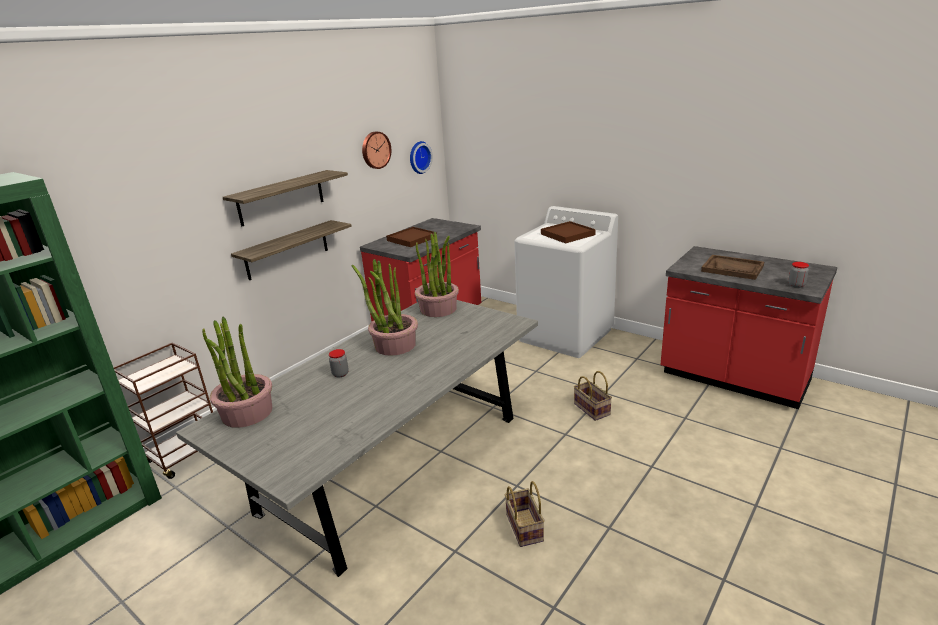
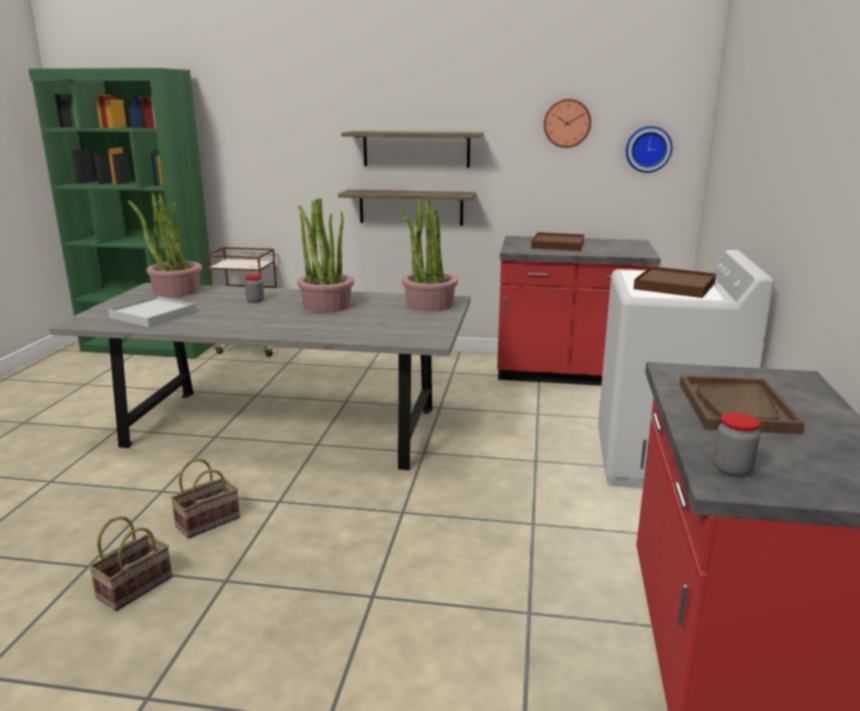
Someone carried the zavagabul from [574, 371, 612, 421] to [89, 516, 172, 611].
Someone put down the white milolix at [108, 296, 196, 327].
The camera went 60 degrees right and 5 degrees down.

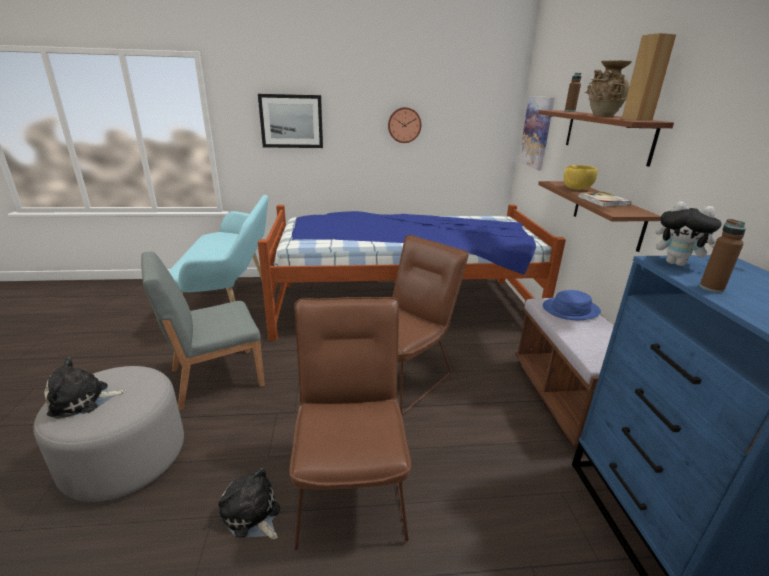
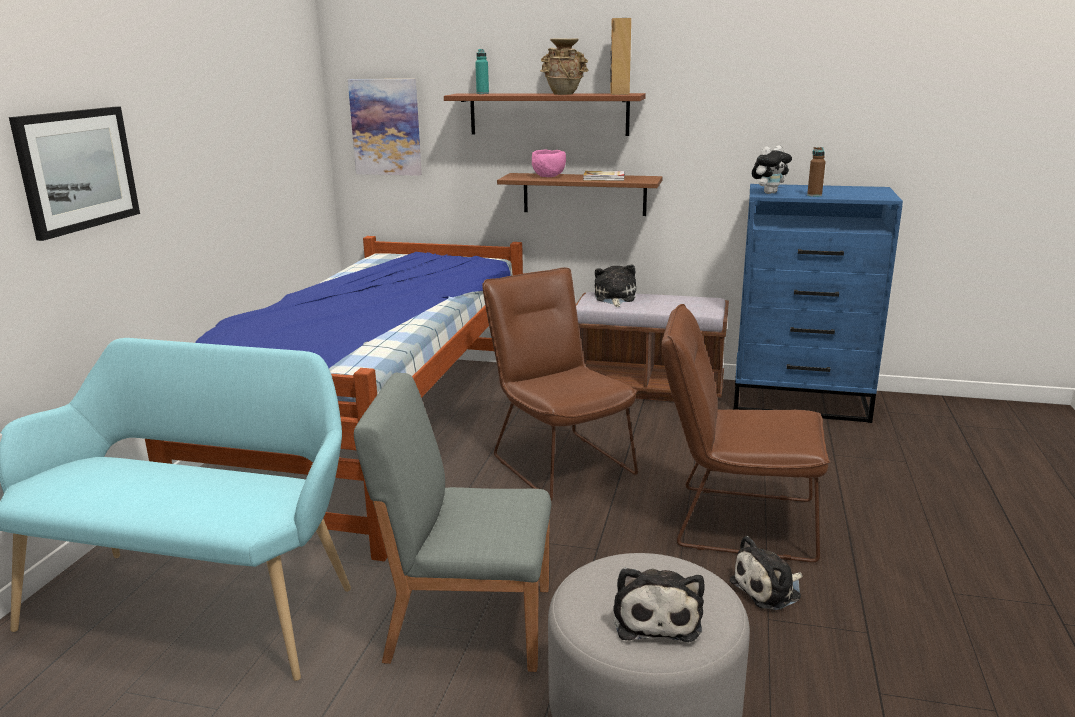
Someone repainted the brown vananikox at [565, 73, 581, 112], which became the turquoise vananikox at [475, 49, 489, 94].
Someone took away the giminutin at [388, 107, 421, 143].
Someone repainted the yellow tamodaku at [563, 165, 598, 190], which became the pink tamodaku at [532, 149, 566, 177].
Someone rotated the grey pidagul at [141, 251, 265, 410] by 105 degrees clockwise.
Someone swapped the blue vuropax at [543, 290, 601, 320] for the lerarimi at [594, 265, 636, 307].
The camera went 70 degrees left and 5 degrees down.

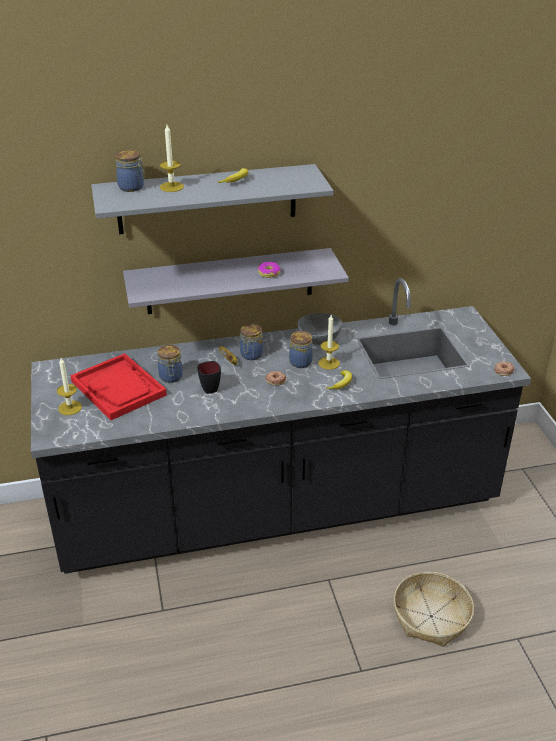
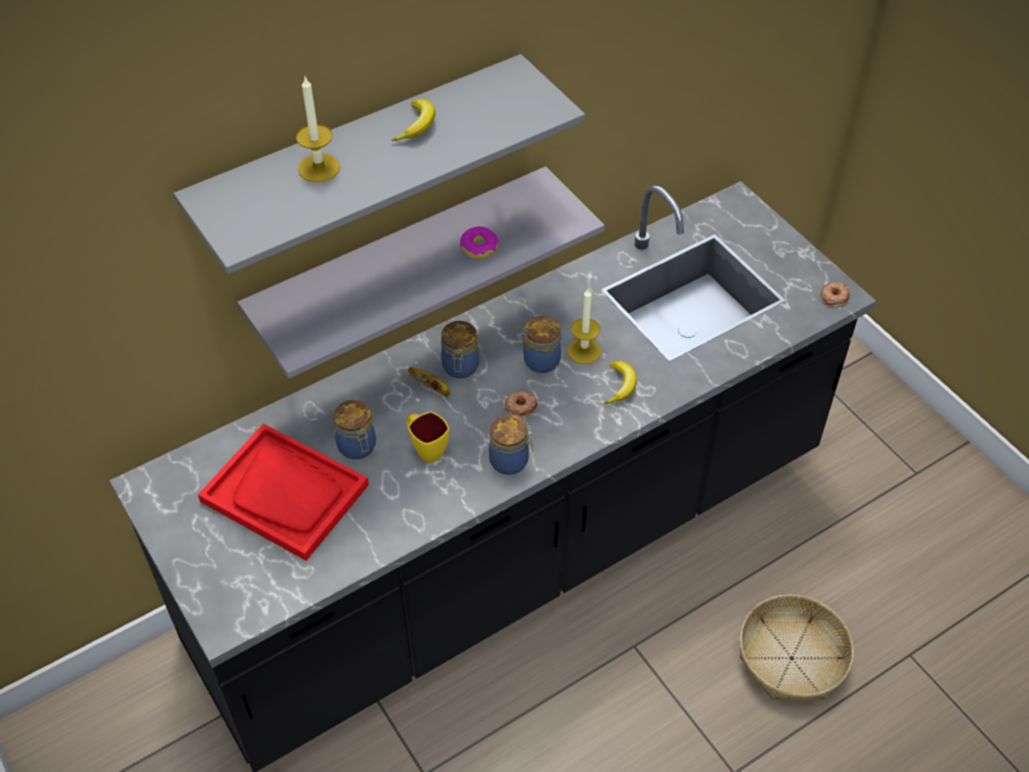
Someone carried the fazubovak from [115, 150, 145, 192] to [489, 415, 533, 475].
Someone took away the grey tamodaku at [297, 313, 342, 345].
Someone took away the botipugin at [57, 358, 82, 415].
Someone repainted the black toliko at [197, 361, 221, 394], which became the yellow toliko at [406, 411, 449, 463].
The camera went 20 degrees left and 15 degrees up.

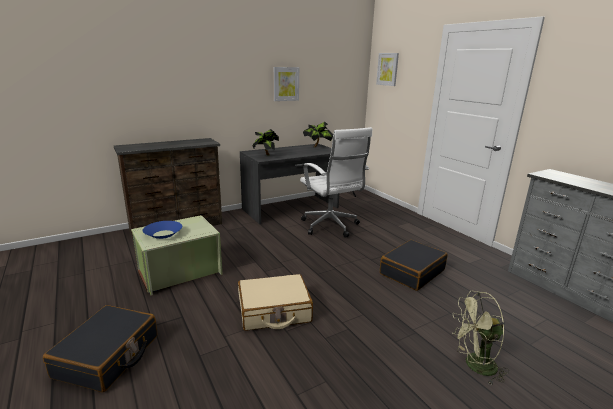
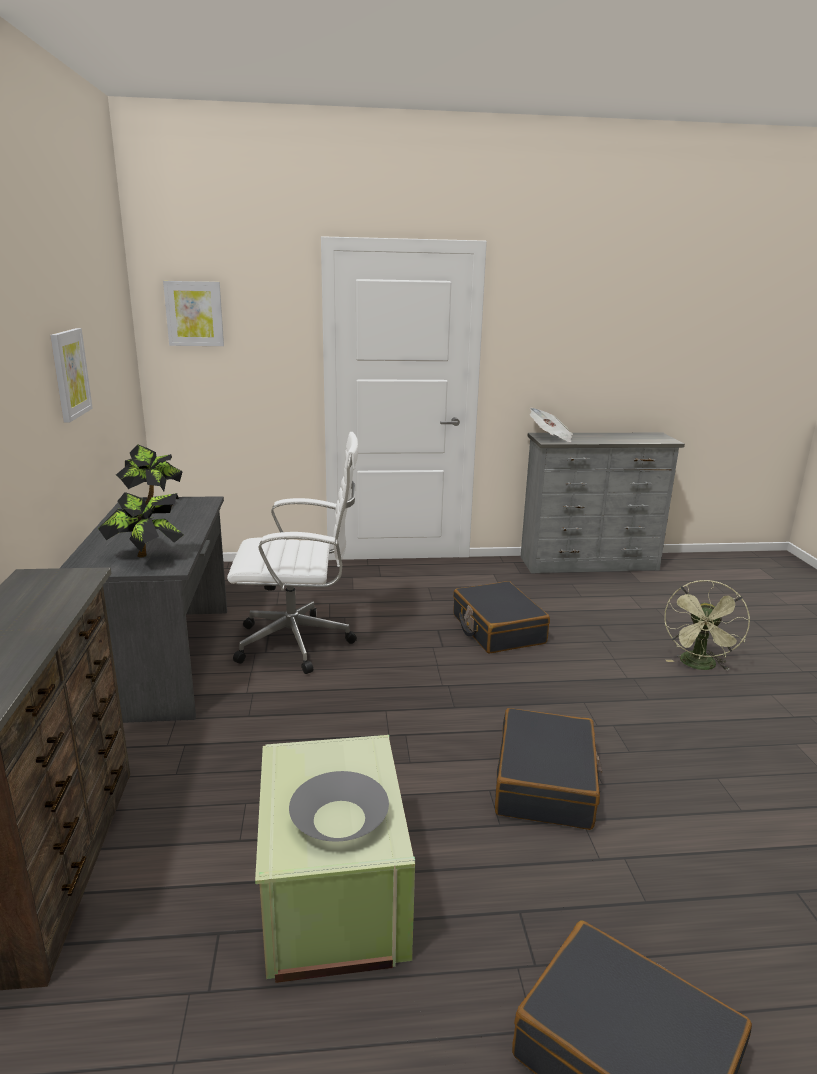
Someone repainted the blue tamodaku at [143, 221, 182, 239], which became the grey tamodaku at [289, 771, 389, 841].
Someone repainted the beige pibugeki at [238, 274, 313, 331], which became the black pibugeki at [495, 708, 602, 830].
Someone put down the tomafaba at [530, 408, 573, 442].
The camera went 65 degrees left and 0 degrees up.

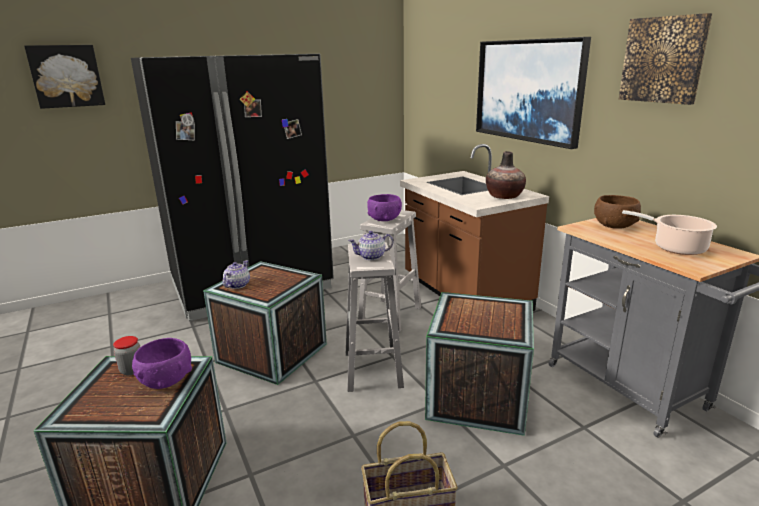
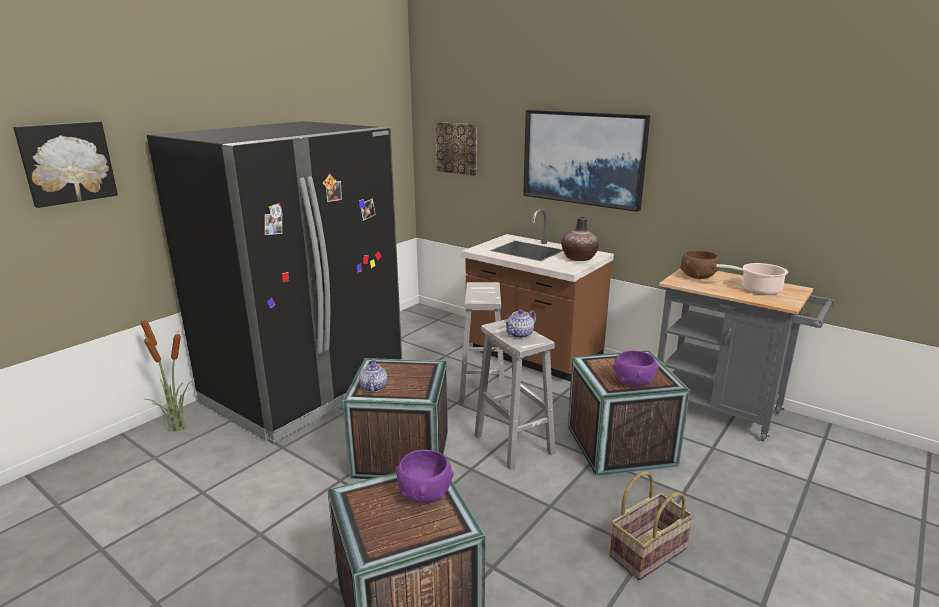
Someone carried the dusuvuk from [619, 13, 712, 105] to [436, 122, 477, 176].
Someone carried the purple tamodaku from [367, 194, 402, 221] to [613, 350, 659, 386].
Someone took away the fazubovak at [113, 336, 140, 375].
Someone put down the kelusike at [140, 314, 194, 431].
The camera went 25 degrees left and 0 degrees up.

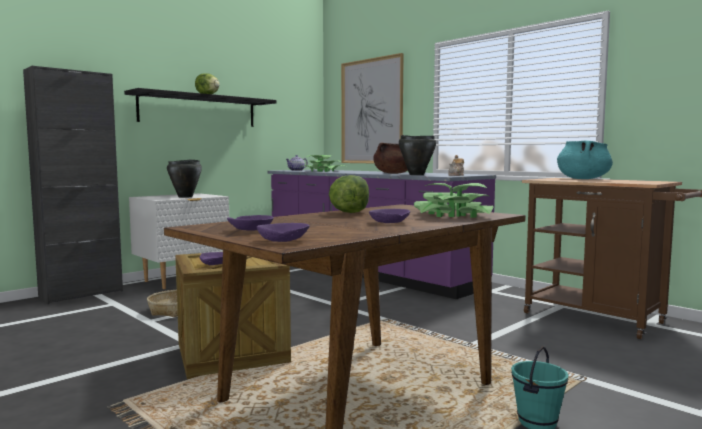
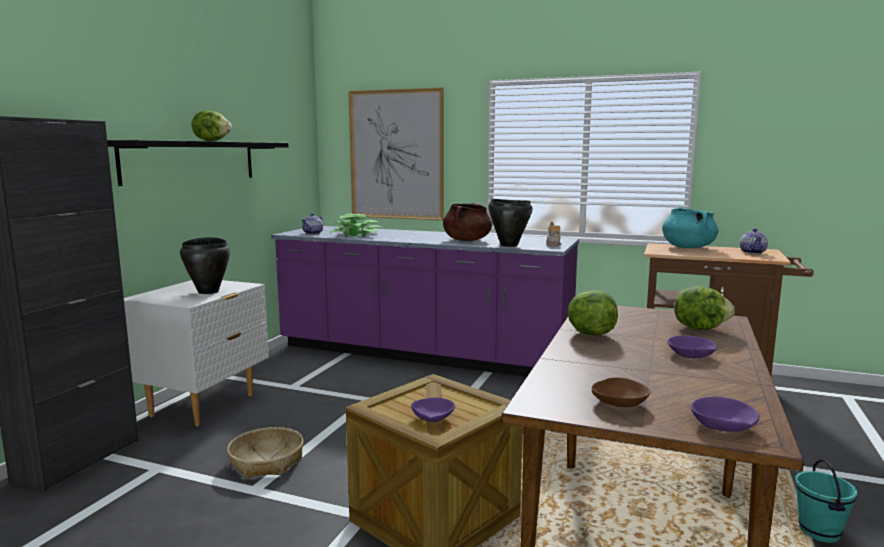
Someone swapped the kelusike at [414, 183, 494, 218] for the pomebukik at [674, 286, 735, 330].
Someone repainted the purple tamodaku at [227, 215, 274, 230], which became the brown tamodaku at [592, 377, 650, 407].
Someone put down the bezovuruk at [740, 228, 768, 254].
The camera went 25 degrees left and 5 degrees up.

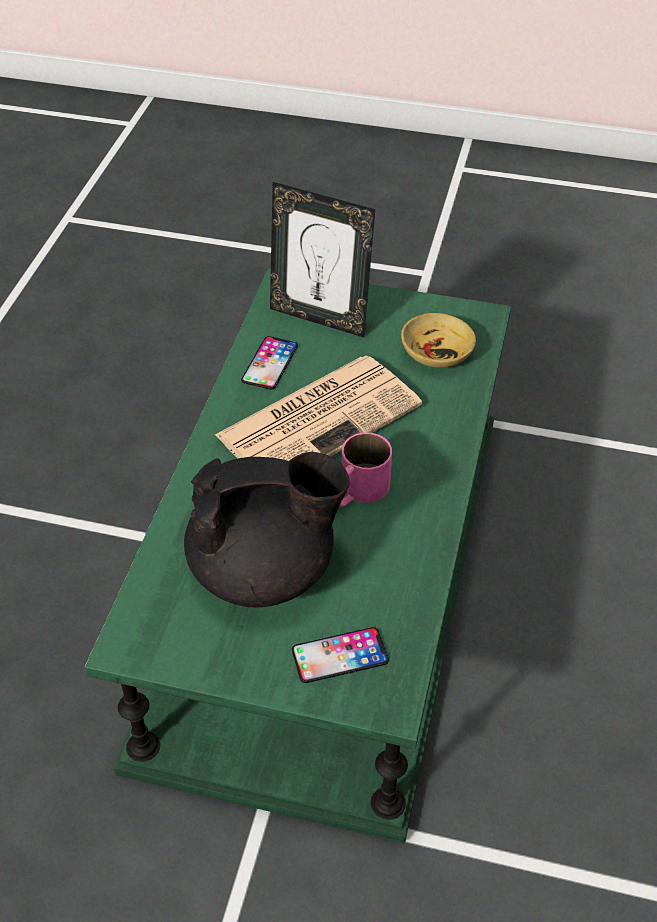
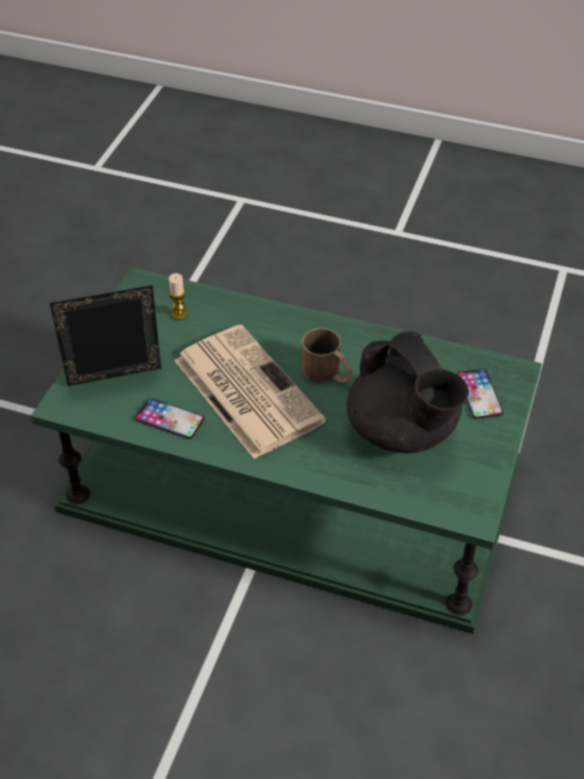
Someone rotated the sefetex at [270, 182, 375, 337] by 135 degrees counterclockwise.
Someone swapped the beige tamodaku at [401, 313, 476, 368] for the botipugin at [168, 273, 188, 320].
Someone repainted the pink toliko at [339, 432, 392, 507], which became the brown toliko at [301, 328, 352, 383].
Someone rotated the black bezovuruk at [184, 452, 350, 607] by 150 degrees clockwise.
The camera went 85 degrees left and 0 degrees up.

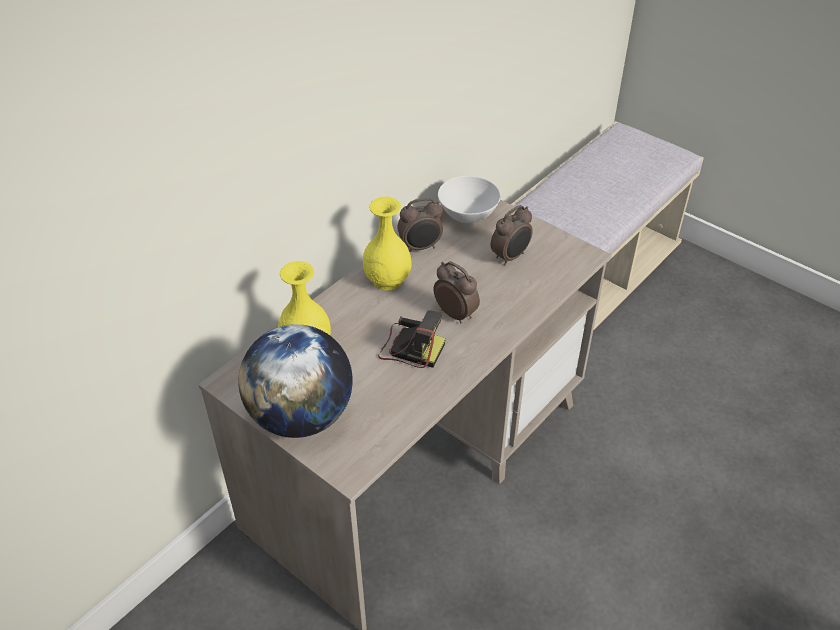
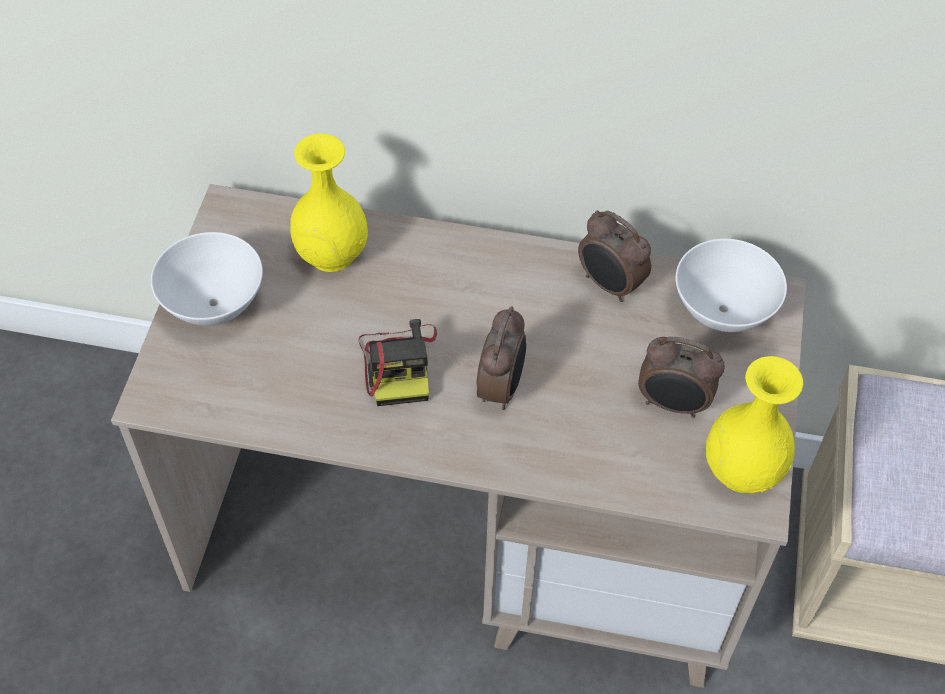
Someone carried the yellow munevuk from [363, 197, 411, 290] to [706, 356, 803, 494].
Someone swapped the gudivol at [238, 324, 353, 438] for the white tamodaku at [151, 232, 263, 326].
The camera went 60 degrees right and 10 degrees up.

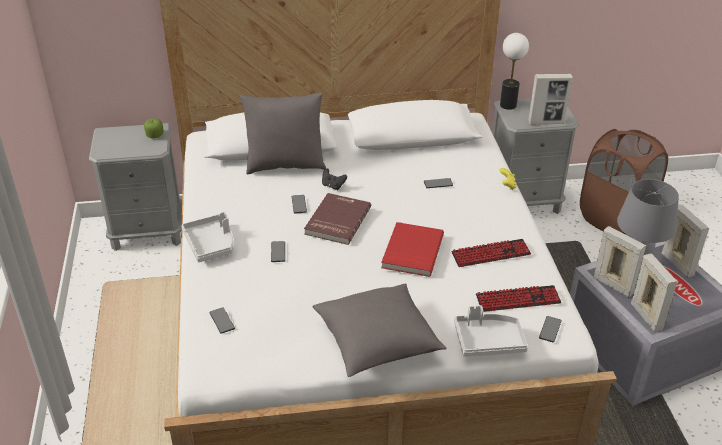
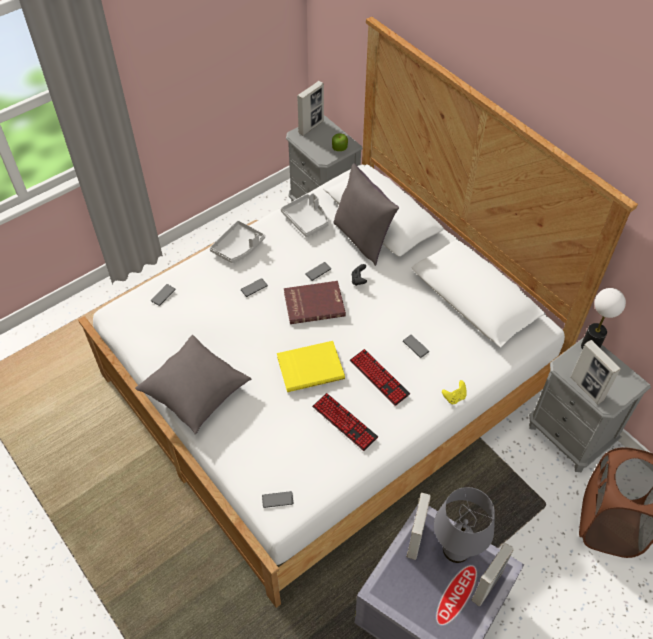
Someone repainted the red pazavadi at [381, 222, 444, 277], which became the yellow pazavadi at [277, 341, 345, 392].
Someone carried the sefetex from [631, 253, 677, 332] to [297, 81, 324, 135].
Someone carried the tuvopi from [476, 285, 561, 312] to [350, 349, 410, 406].
Someone carried the grey milolix from [454, 305, 528, 357] to [281, 193, 329, 237].
The camera went 60 degrees right and 15 degrees up.

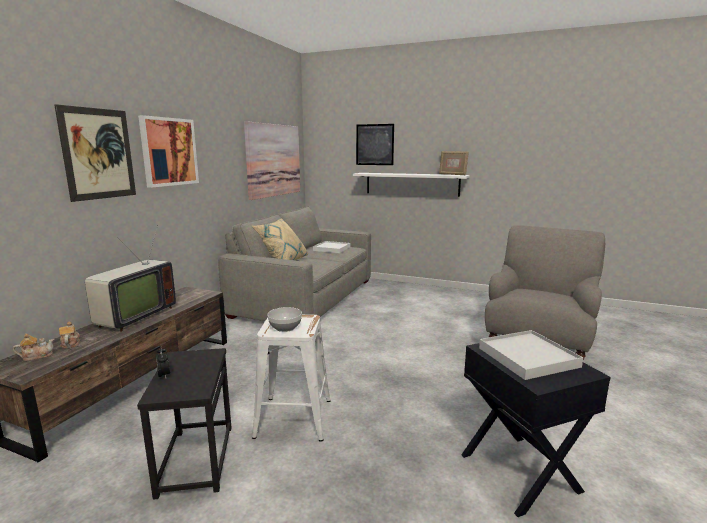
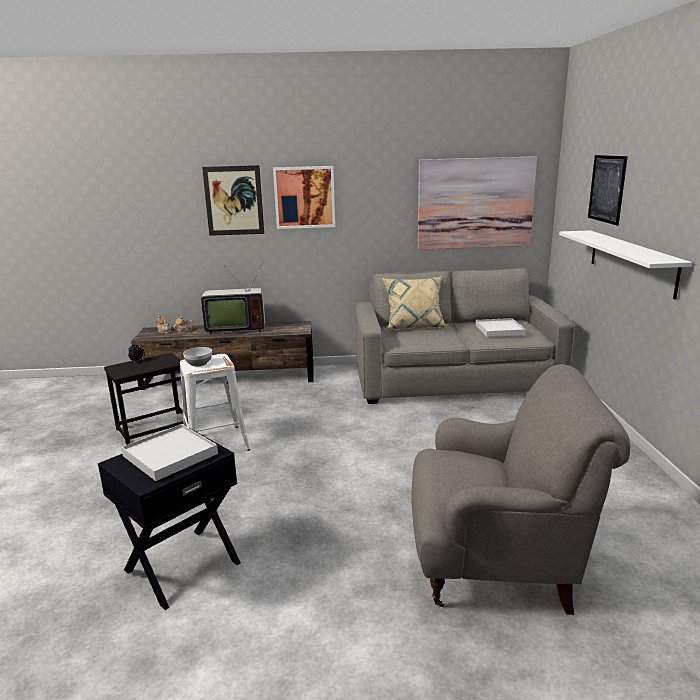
Someone took away the sefetex at [439, 151, 469, 175].
The camera went 65 degrees right and 5 degrees up.

